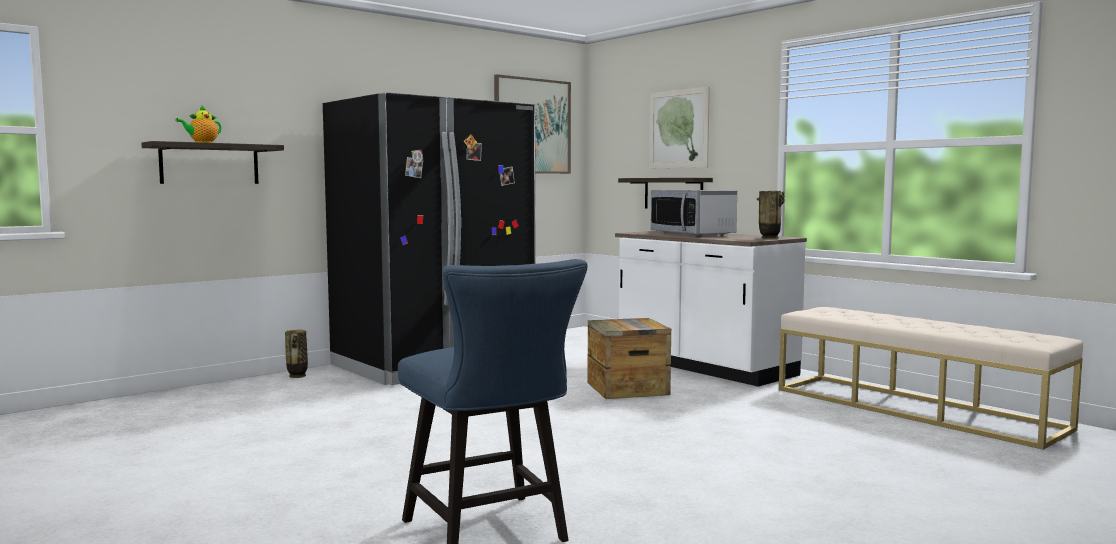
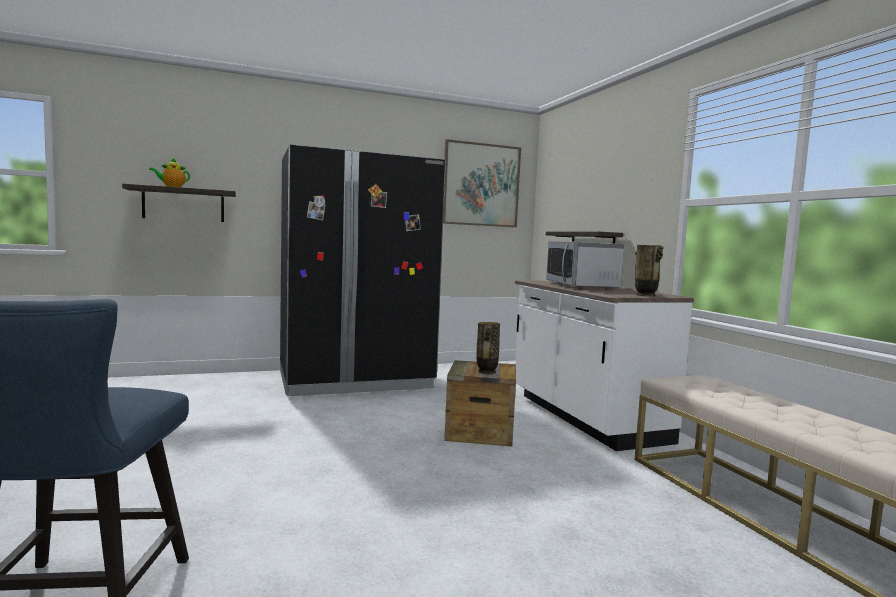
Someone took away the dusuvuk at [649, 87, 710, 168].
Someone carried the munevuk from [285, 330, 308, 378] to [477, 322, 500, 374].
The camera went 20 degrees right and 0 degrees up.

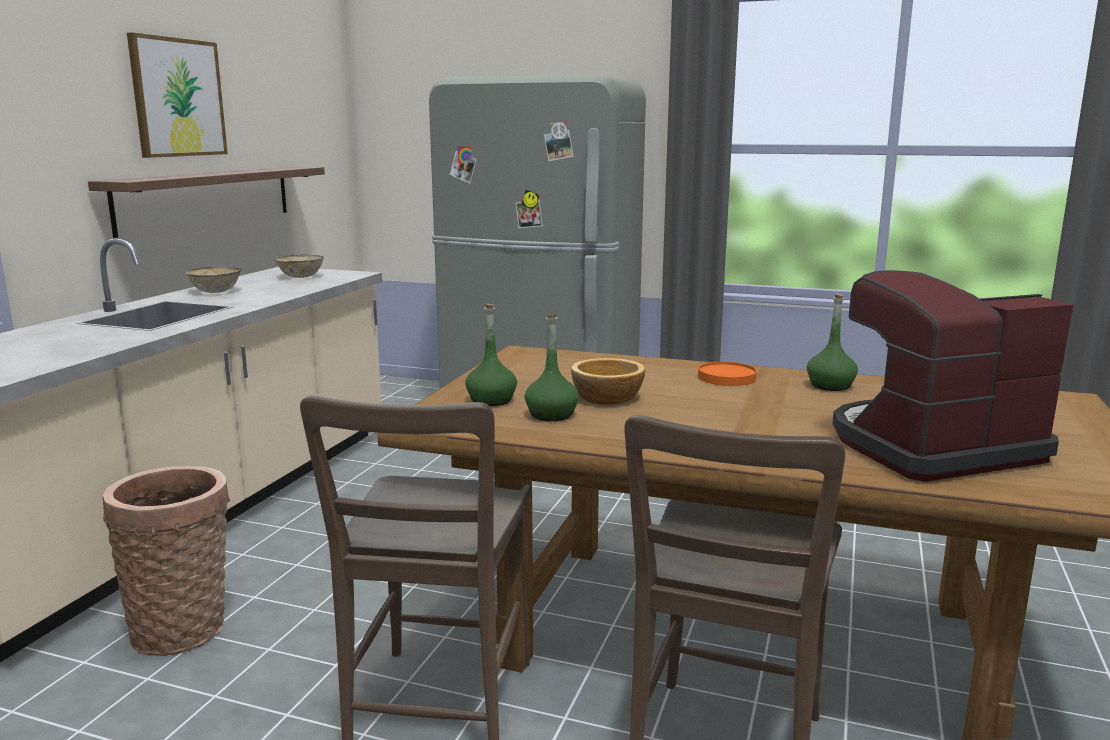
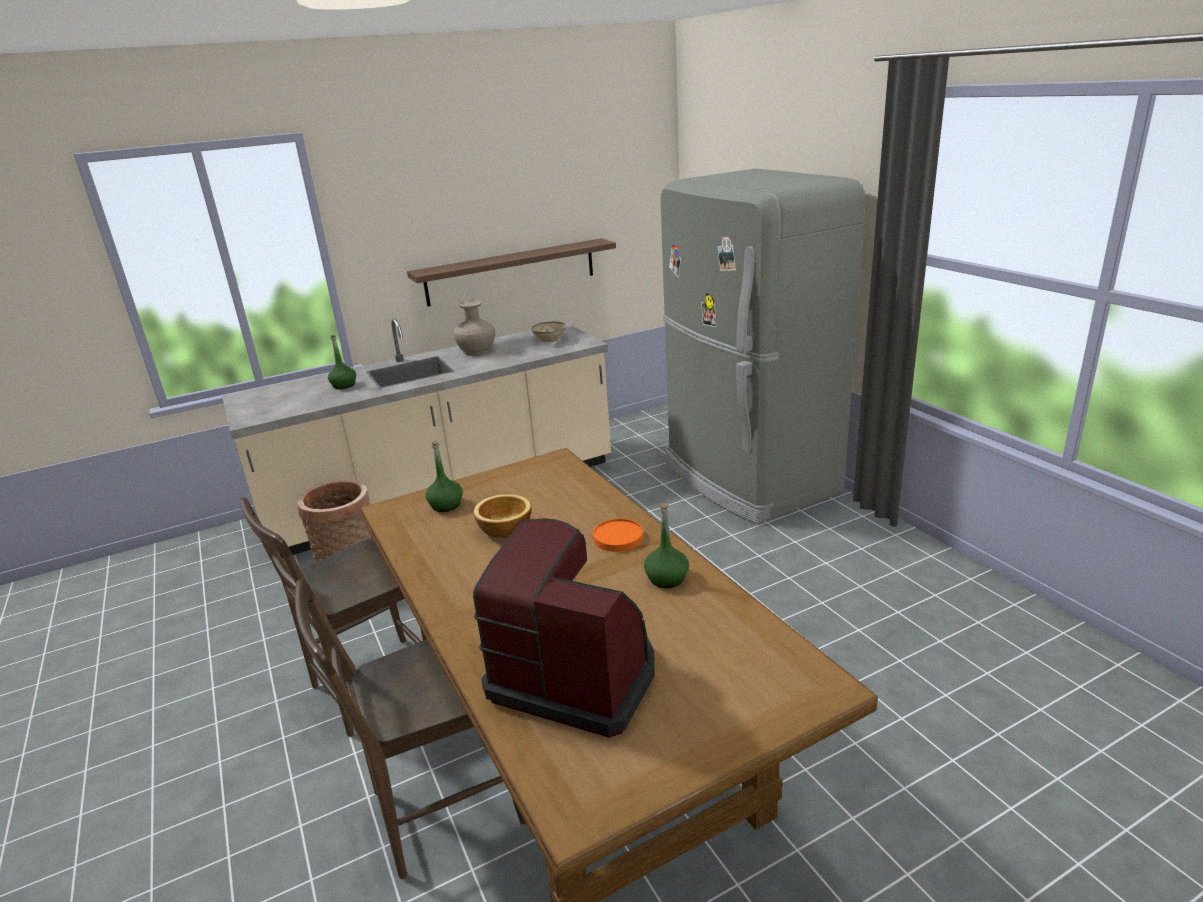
Someone took away the dusuvuk at [127, 32, 228, 158].
Someone swapped the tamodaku at [186, 267, 241, 293] for the beige munevuk at [454, 300, 495, 355].
Someone carried the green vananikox from [525, 314, 579, 421] to [328, 335, 356, 389].
The camera went 45 degrees right and 10 degrees up.

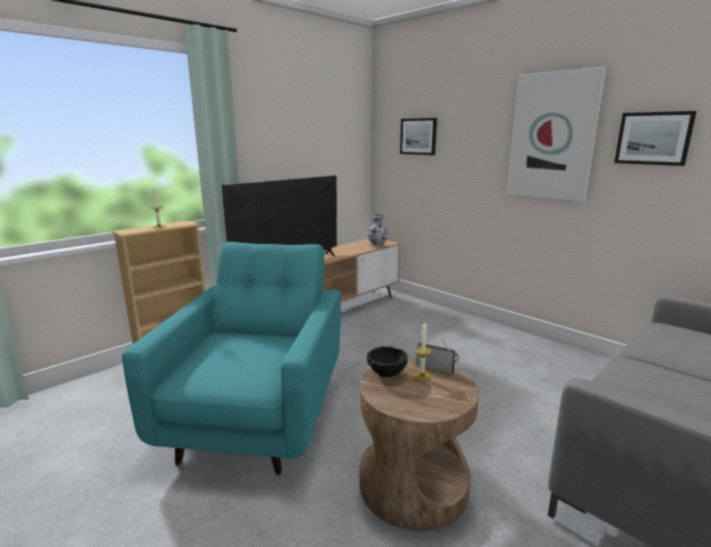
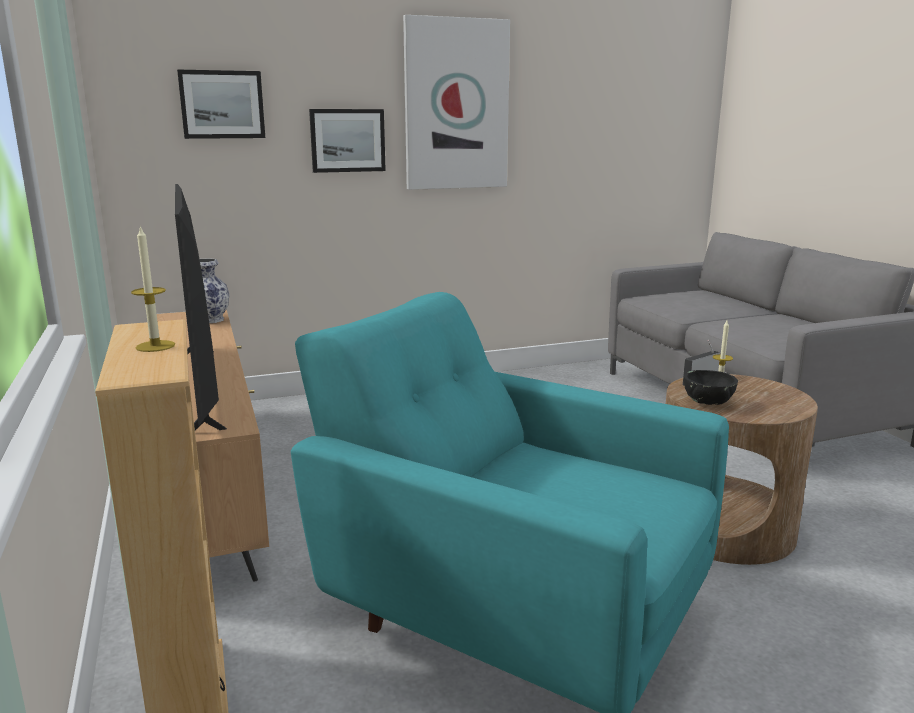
Someone carried the dusuvuk from [614, 111, 697, 166] to [309, 109, 386, 173].
The camera went 65 degrees left and 0 degrees up.

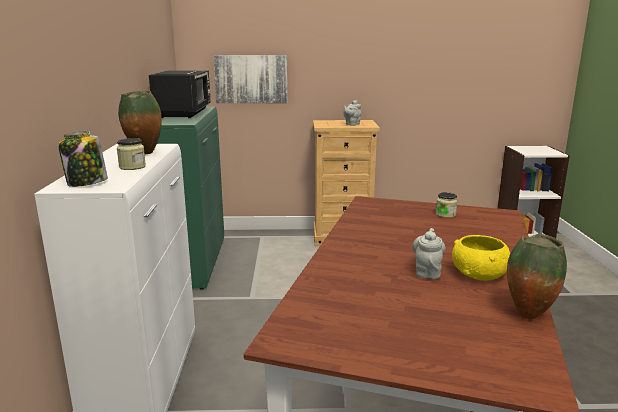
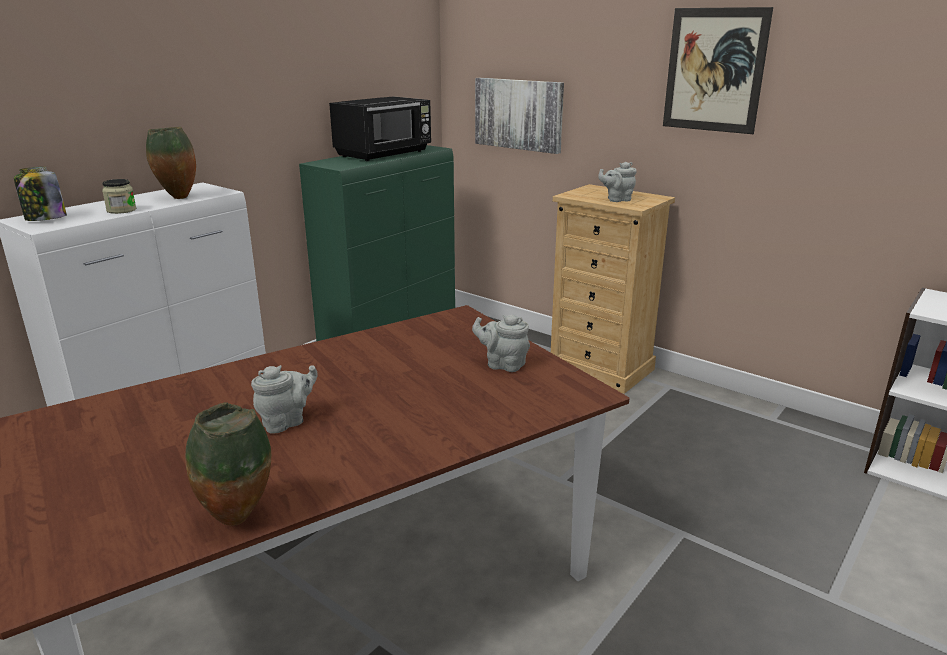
Someone swapped the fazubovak at [436, 192, 457, 218] for the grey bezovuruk at [472, 315, 530, 372].
Someone took away the yellow tamodaku at [452, 235, 510, 281].
Someone put up the dusuvuk at [663, 7, 773, 134].
The camera went 40 degrees right and 5 degrees up.

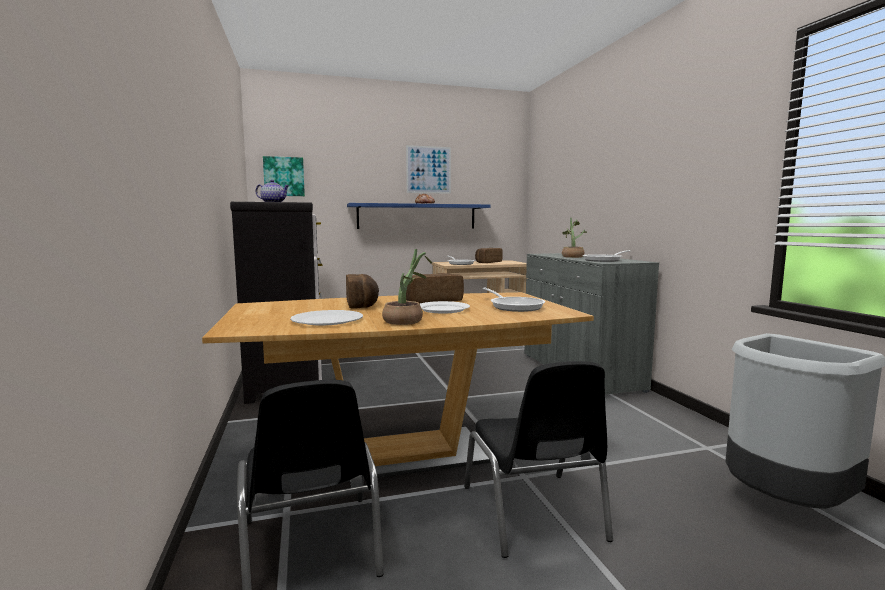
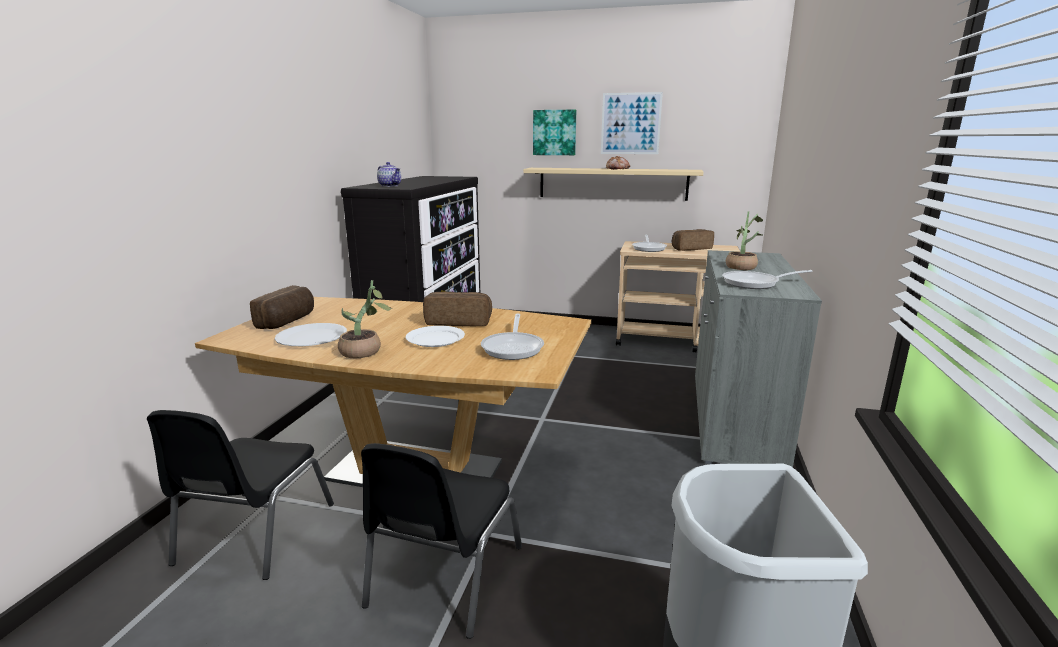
Someone carried the dusuvuk from [263, 156, 305, 196] to [533, 110, 576, 155].
Someone repainted the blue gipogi at [347, 203, 491, 229], which became the beige gipogi at [523, 168, 703, 201].
Someone carried the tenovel from [346, 274, 379, 309] to [250, 285, 314, 329].
The camera went 30 degrees right and 10 degrees up.

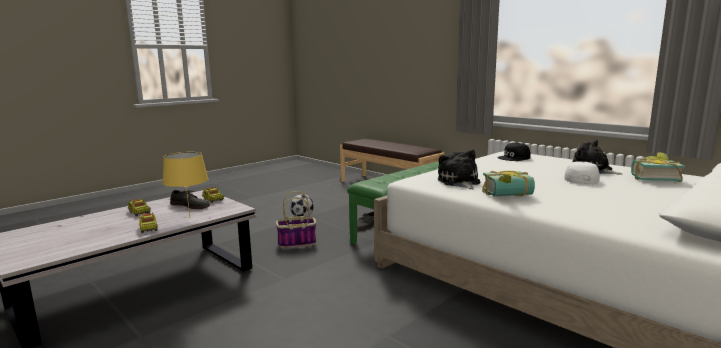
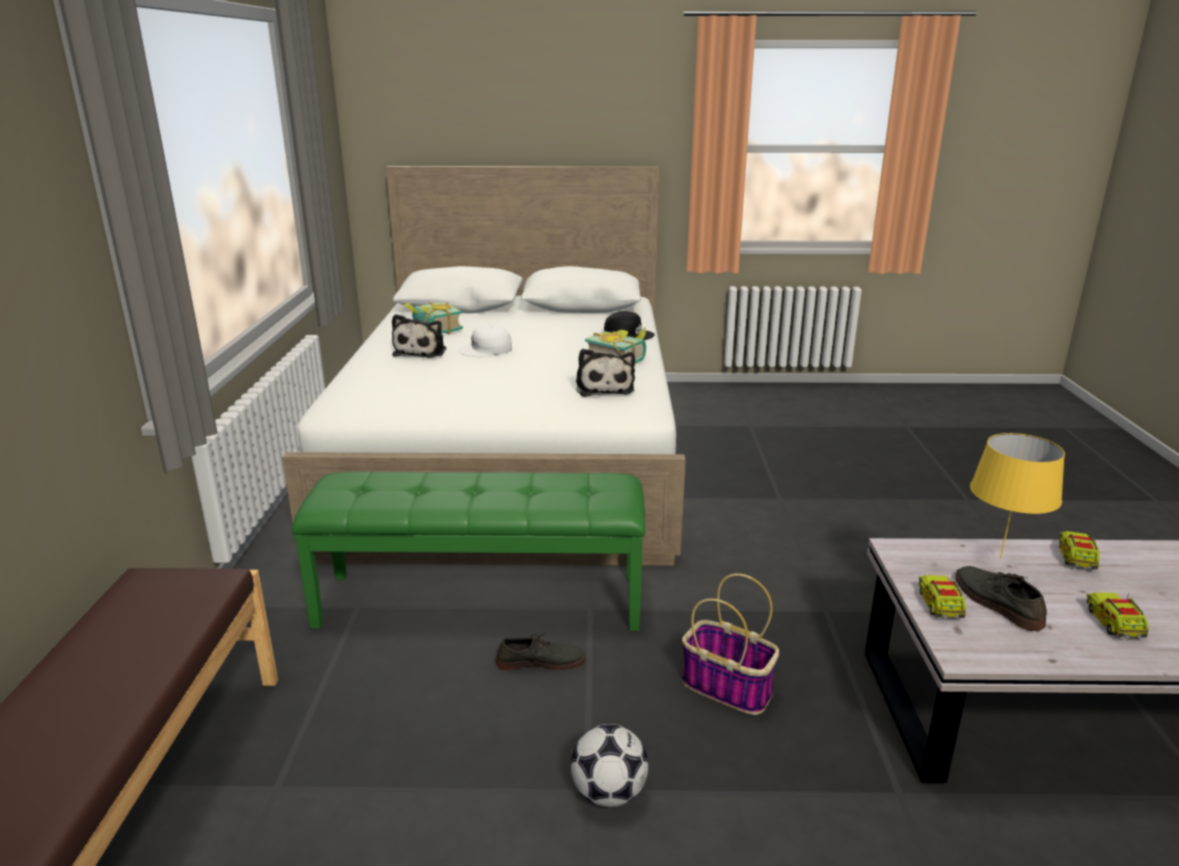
Someone carried the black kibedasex from [497, 143, 531, 161] to [604, 311, 655, 340].
Someone rotated the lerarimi at [438, 150, 480, 190] by 45 degrees counterclockwise.
The camera went 135 degrees left and 10 degrees up.

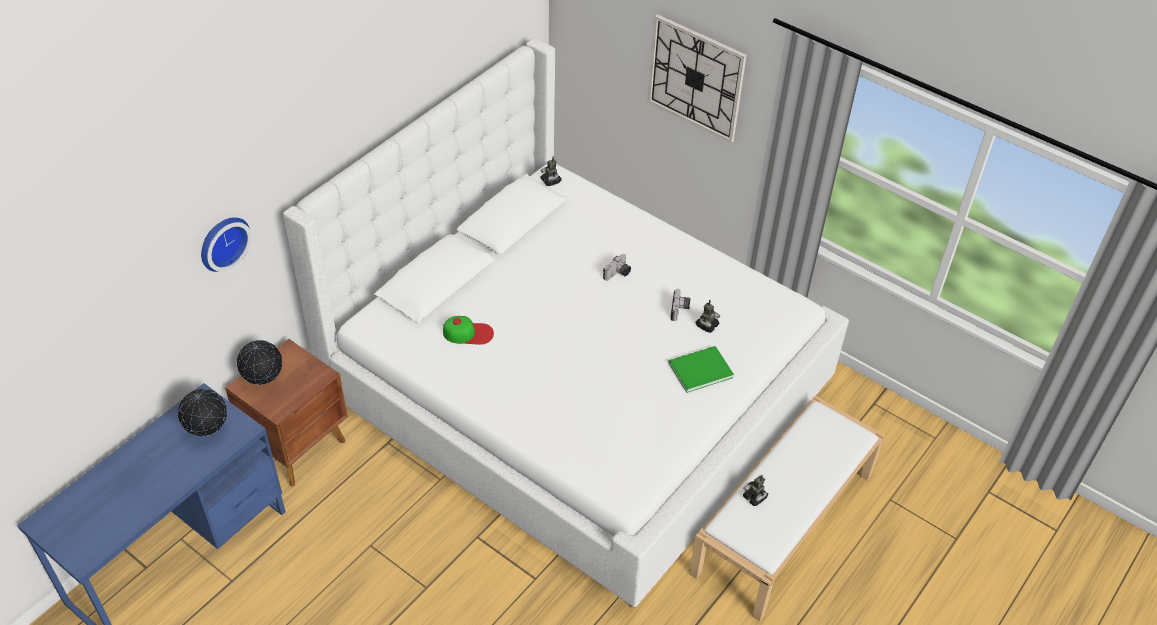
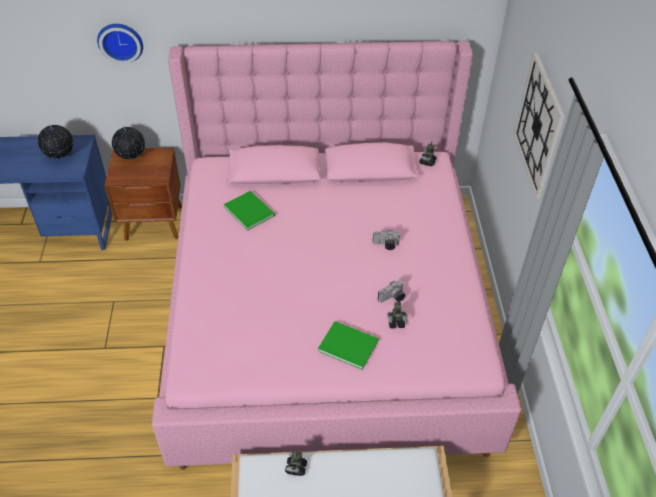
Someone repainted the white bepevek at [283, 38, 849, 607], which became the pink bepevek at [152, 41, 521, 470].
Someone swapped the kibedasex at [443, 316, 494, 345] for the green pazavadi at [224, 191, 275, 231].
The camera went 50 degrees right and 0 degrees up.

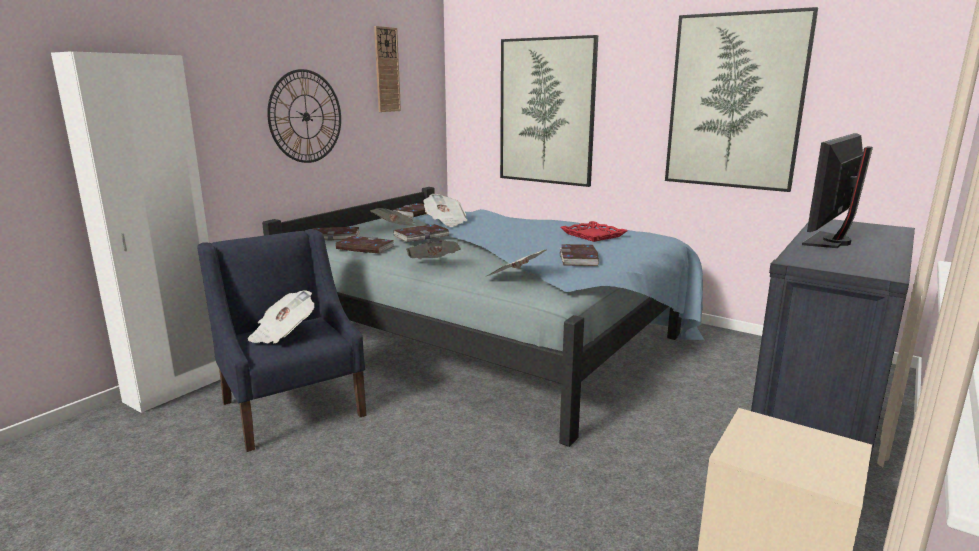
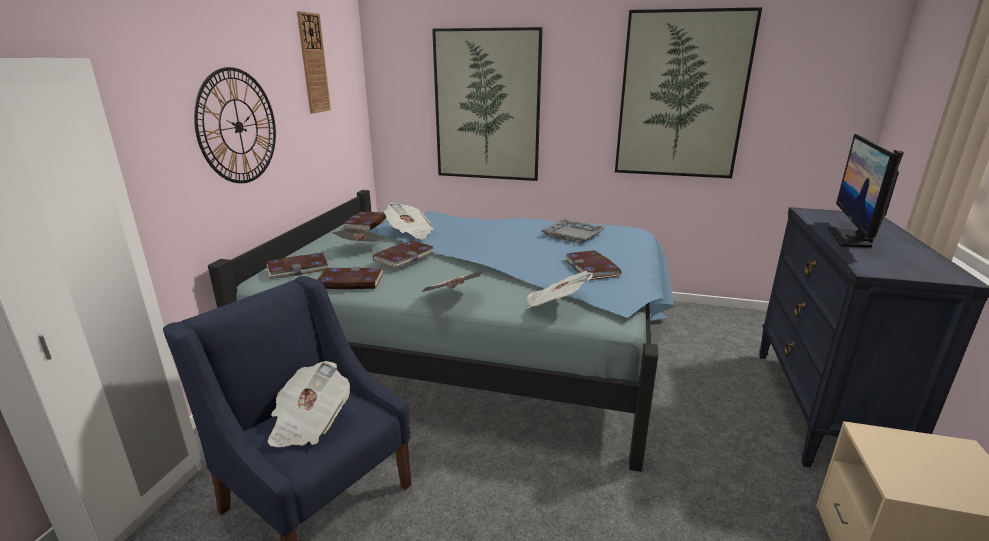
Someone repainted the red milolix at [560, 221, 628, 242], which became the grey milolix at [541, 219, 605, 244].
The camera went 20 degrees left and 5 degrees up.

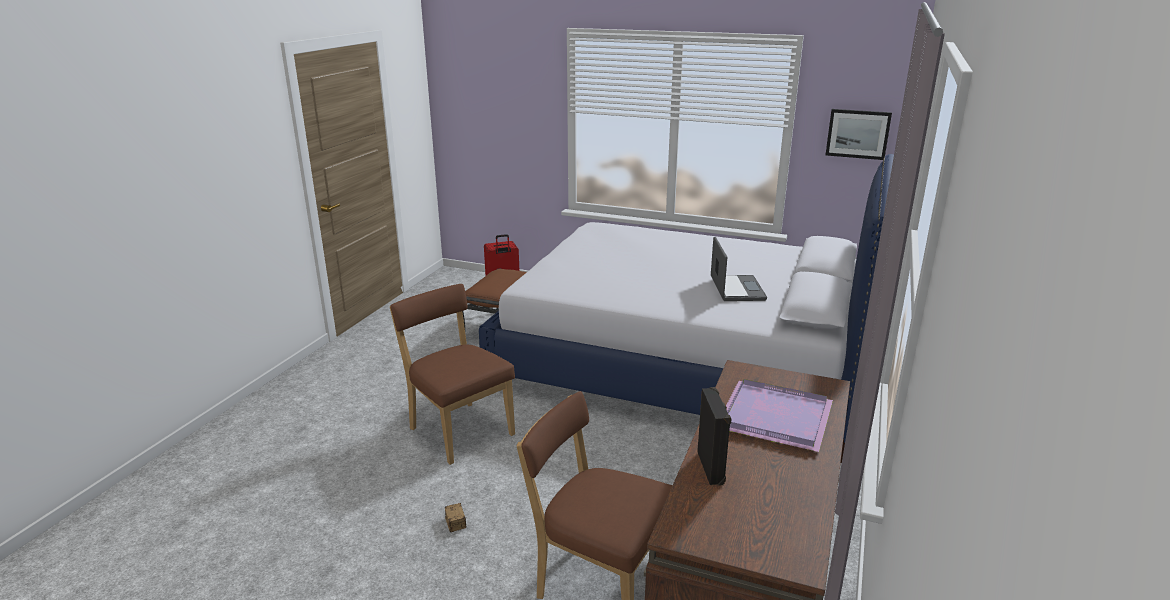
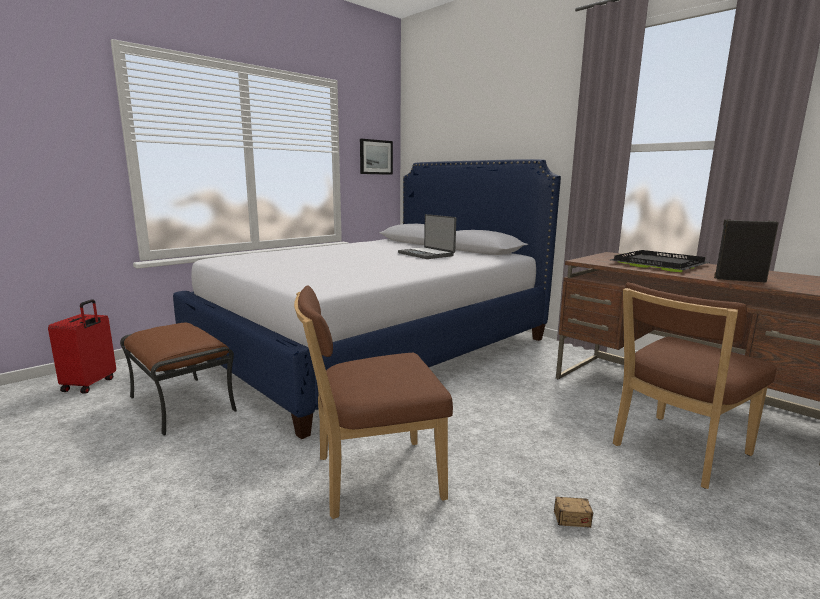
Someone rotated the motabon at [711, 237, 767, 301] by 150 degrees counterclockwise.
Someone repainted the purple milolix at [726, 379, 833, 452], which became the black milolix at [610, 250, 710, 272].
The camera went 65 degrees left and 10 degrees down.

